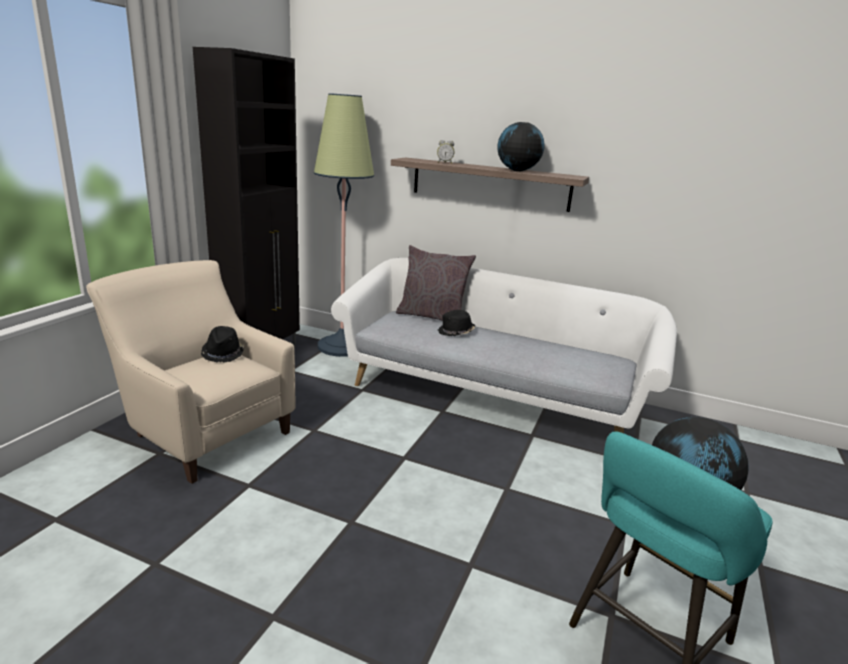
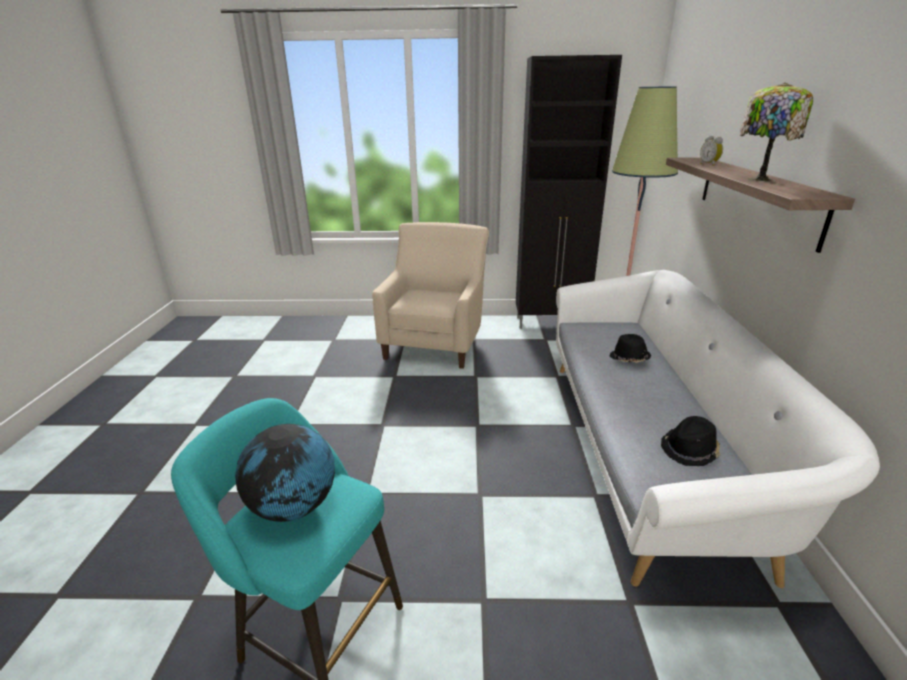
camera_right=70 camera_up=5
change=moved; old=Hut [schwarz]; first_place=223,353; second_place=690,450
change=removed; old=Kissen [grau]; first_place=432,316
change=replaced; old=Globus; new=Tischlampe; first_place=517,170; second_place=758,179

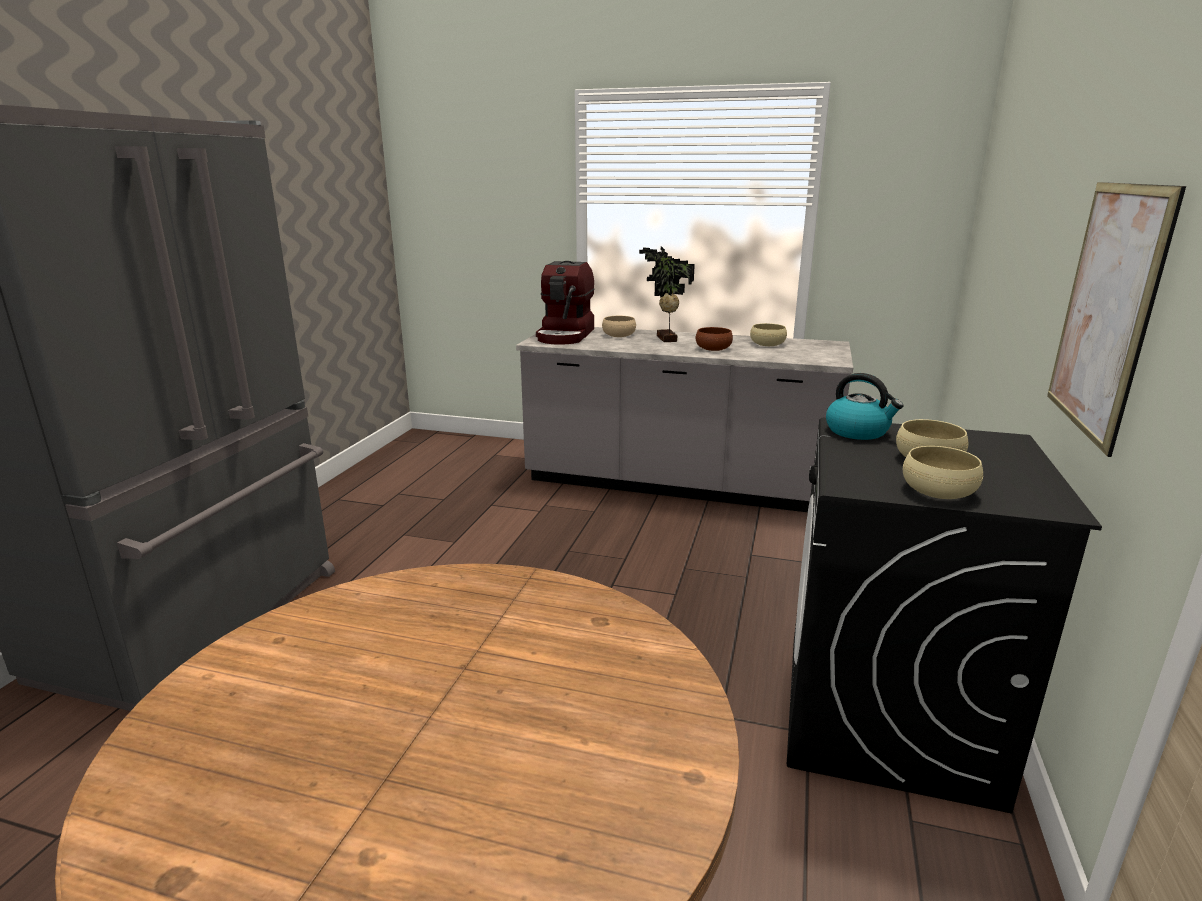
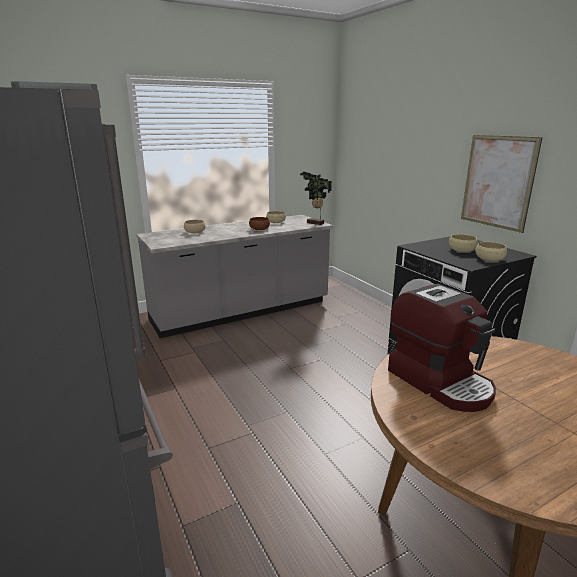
camera_right=-45 camera_up=0
change=moved; old=Kaffeemaschine; first_place=566,335; second_place=440,381
change=moved; old=Topfpflanze; first_place=665,339; second_place=315,223
change=removed; old=Wasserkessel; first_place=858,431

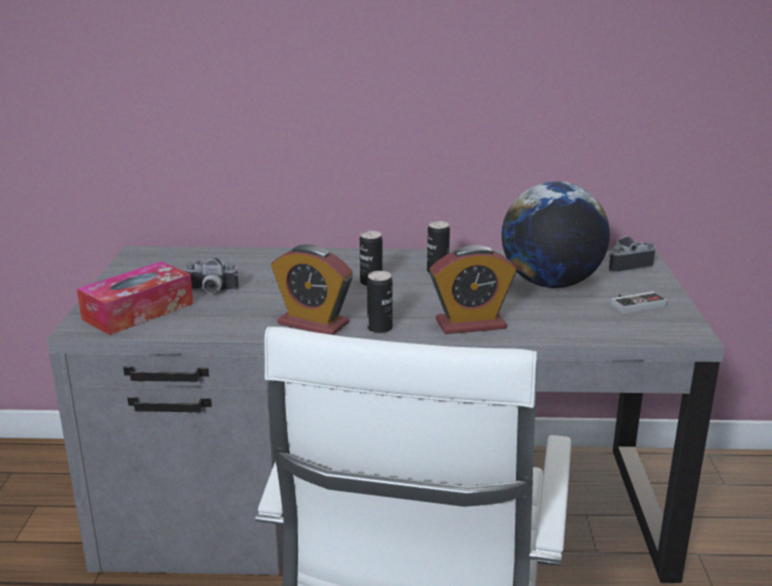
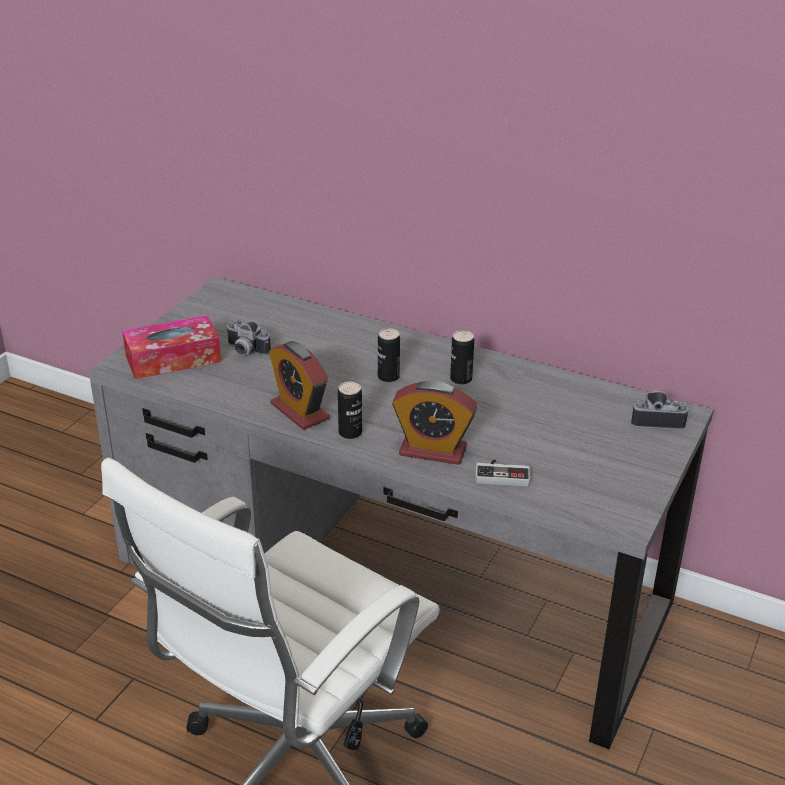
camera_right=25 camera_up=10
change=removed; old=Globus; first_place=550,283
change=moved; old=Gamepad; first_place=634,304; second_place=502,474

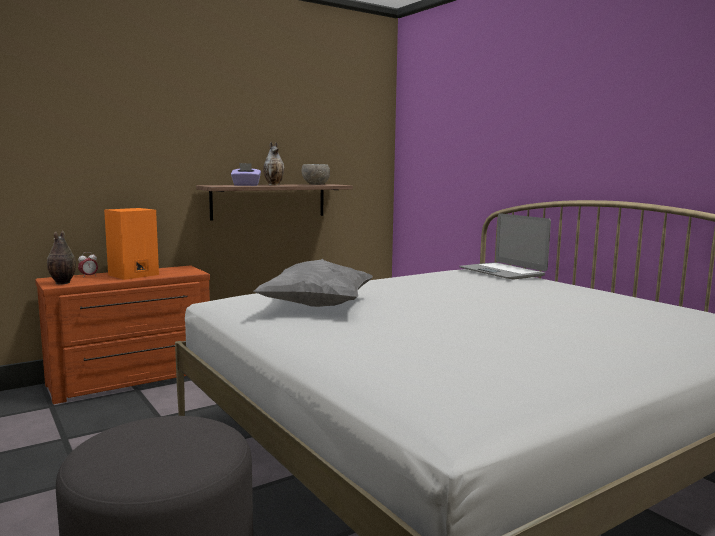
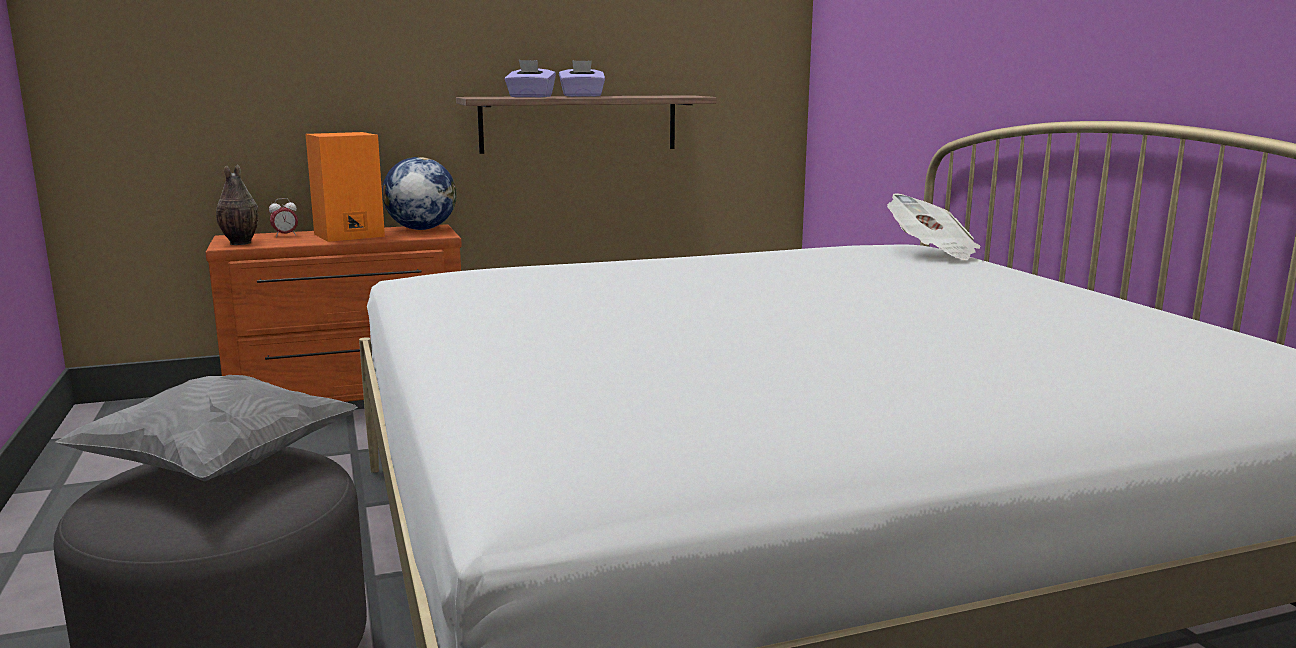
camera_right=15 camera_up=5
change=moved; old=Kissen [grau]; first_place=316,306; second_place=219,467
change=replaced; old=Vase; new=Taschentuchbox [lila]; first_place=274,185; second_place=582,96
change=removed; old=Schüssel [grau]; first_place=316,184
change=replaced; old=Laptop; new=Zeitung; first_place=502,272; second_place=932,252
change=added; new=Globus; second_place=421,229

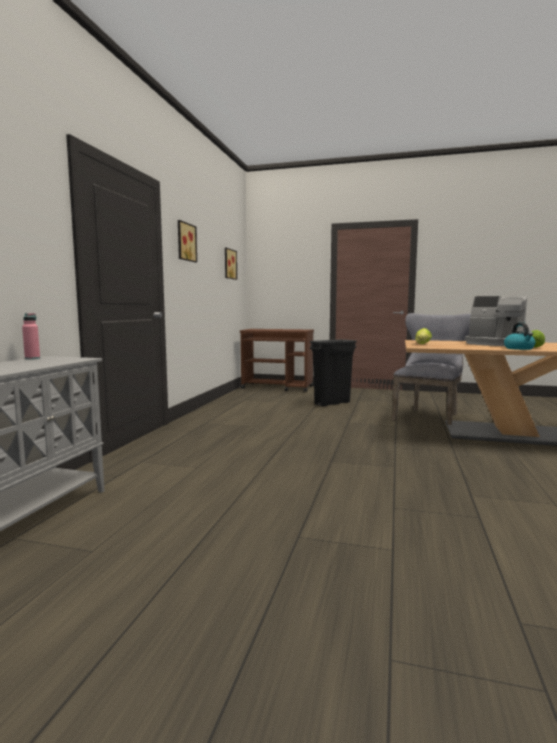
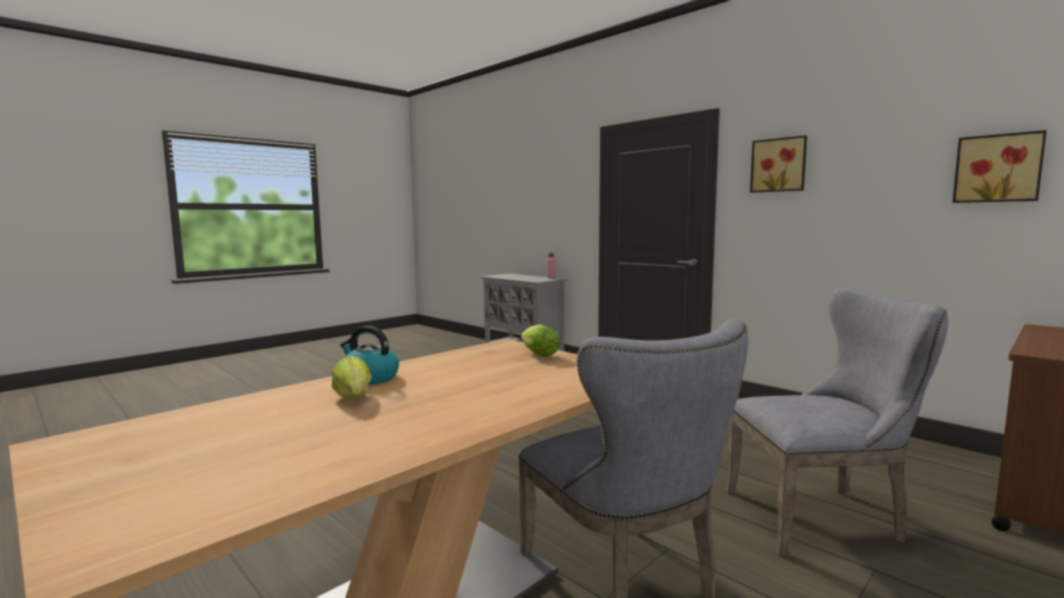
camera_right=120 camera_up=0
change=replaced; old=Mülleimer [schwarz]; new=Stuhl [grau]; first_place=332,403; second_place=822,517
change=removed; old=Kaffeemaschine; first_place=494,344

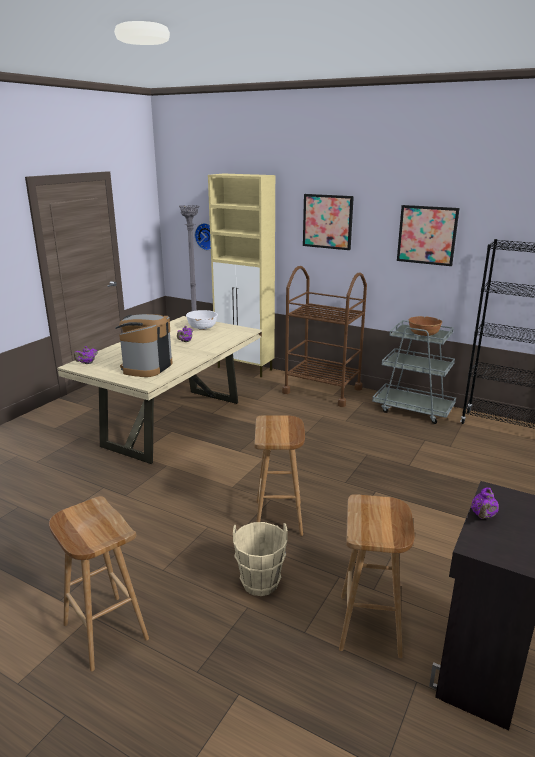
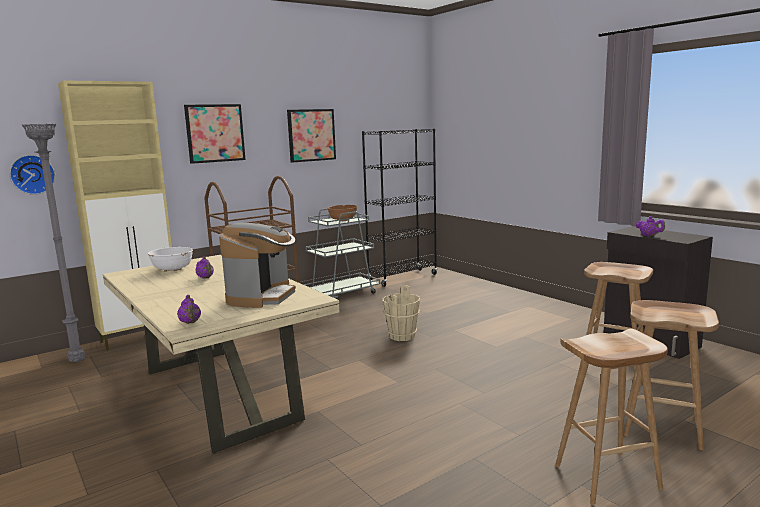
camera_right=-65 camera_up=-10
change=turned; old=Kaffeemaschine; first_place=146,367; second_place=262,297; degrees=-120
change=moved; old=Eimer [beige]; first_place=260,583; second_place=402,336
change=moved; old=Hocker [braun]; first_place=279,518; second_place=663,428

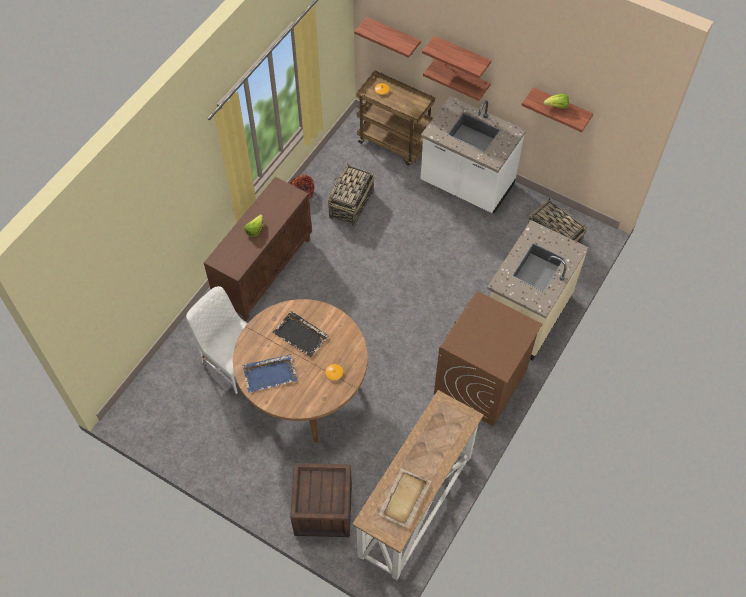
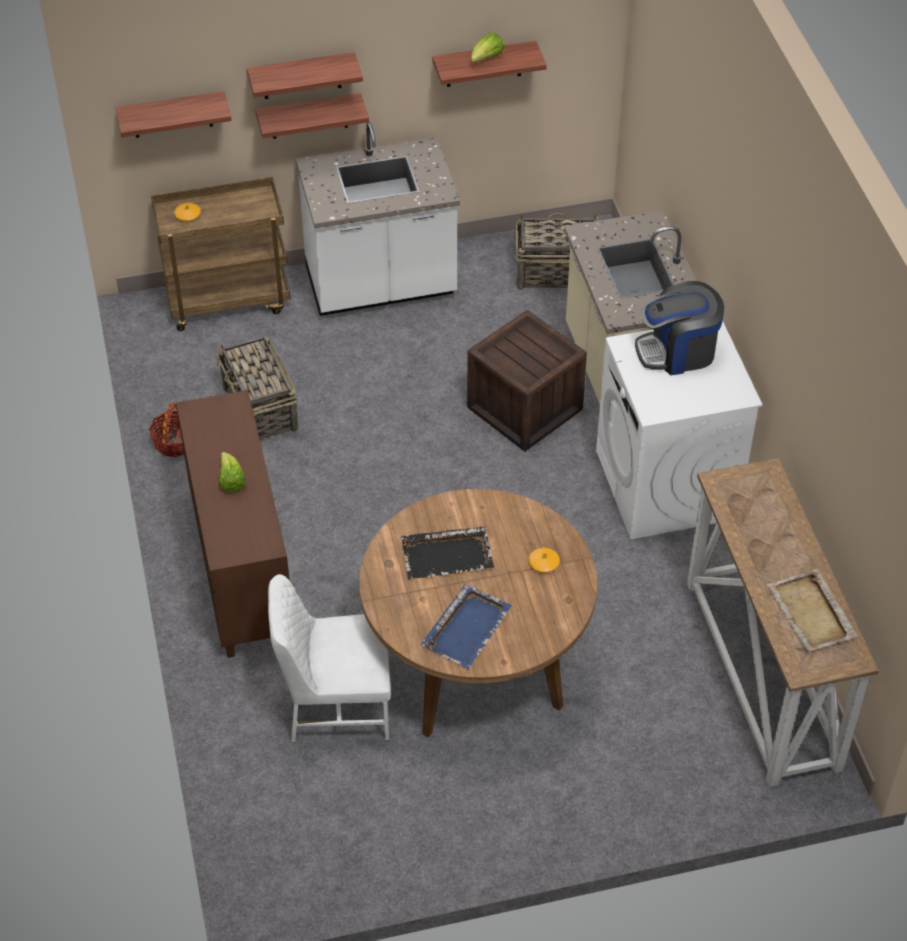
camera_right=-45 camera_up=-10
change=moved; old=Kiste; first_place=323,509; second_place=524,408
change=recoloured; old=Waschmaschine [braun]; new=Waschmaschine [weiß]; first_place=480,383; second_place=666,485
change=added; new=Kaffeemaschine; second_place=678,351

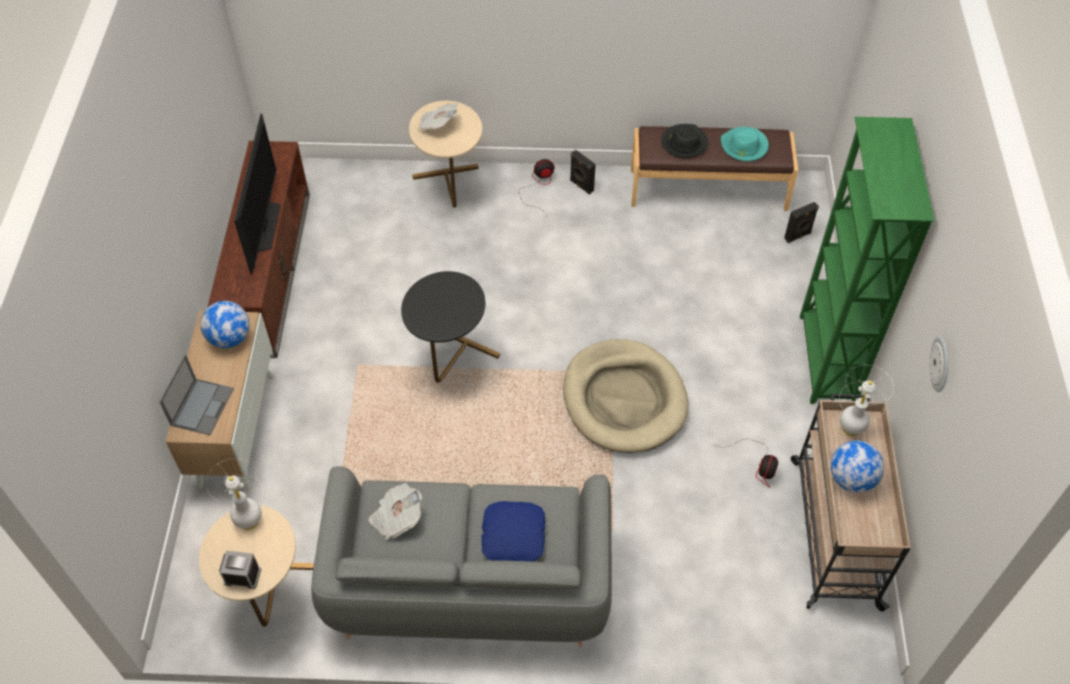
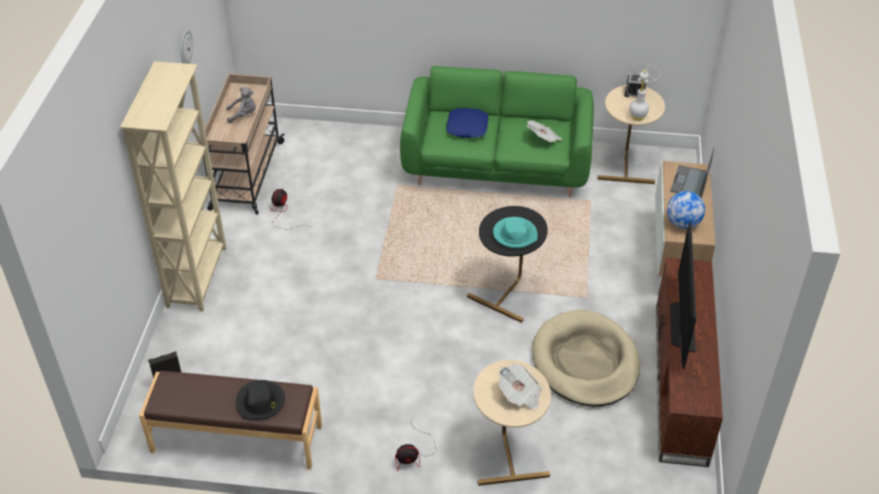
camera_right=-175 camera_up=-10
change=recoloured; old=Sofa [grau]; new=Sofa [grün]; first_place=469,582; second_place=496,166
change=moved; old=Hundebett [beige]; first_place=624,399; second_place=585,362
change=removed; old=Lautsprecher [schwarz]; first_place=581,186
change=moved; old=Hut [türkis]; first_place=744,146; second_place=515,234
change=recoloured; old=Bücherregal [grün]; new=Bücherregal [beige]; first_place=826,360; second_place=198,276
change=replaced; old=Globus; new=Plüschtier [grau]; first_place=851,479; second_place=243,115
change=removed; old=Tischlampe [weiß]; first_place=851,427

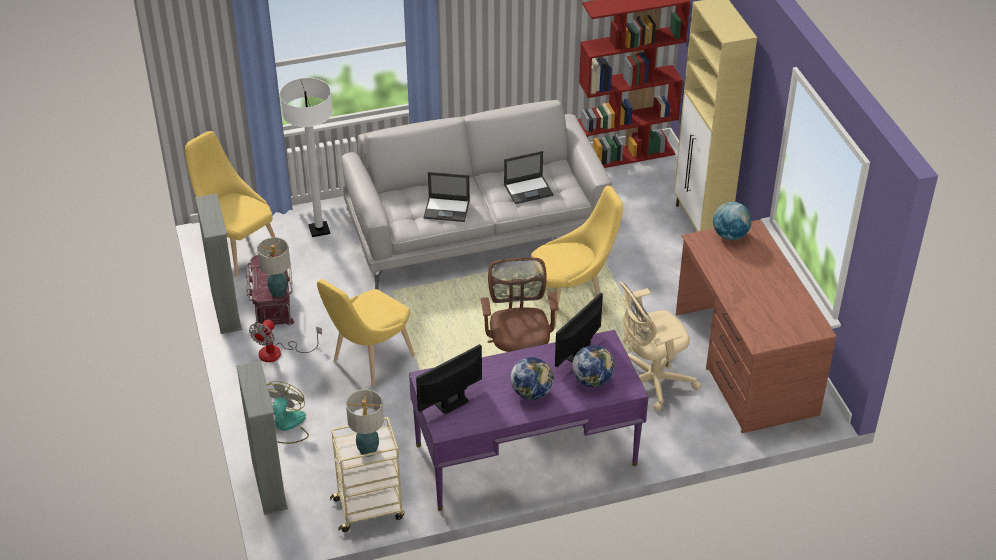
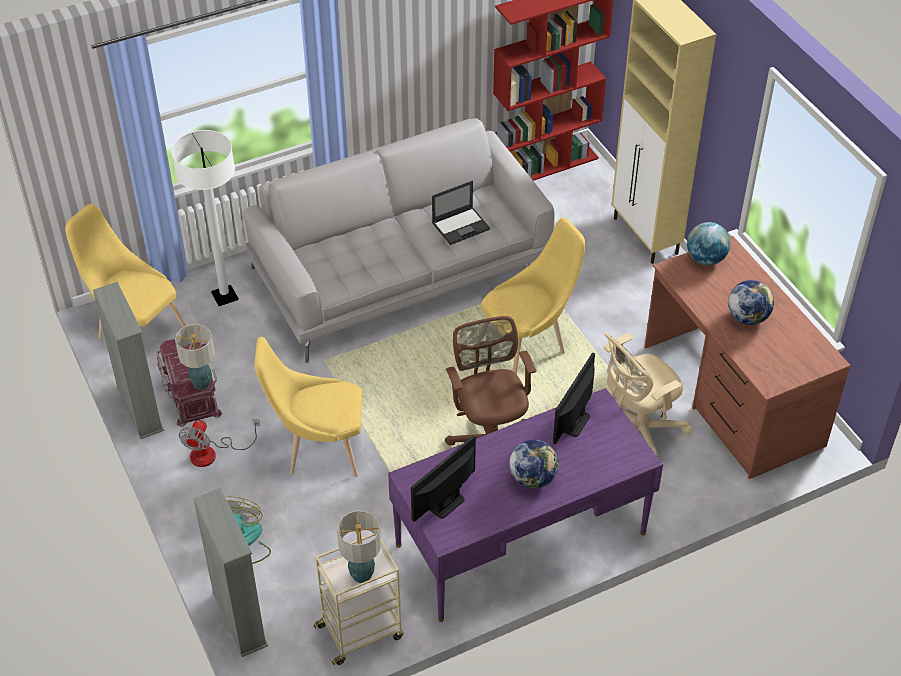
camera_right=-10 camera_up=5
change=turned; old=Stuhl [gelb]; first_place=369,361; second_place=318,449; degrees=60
change=removed; old=Laptop; first_place=447,209
change=moved; old=Globus; first_place=592,380; second_place=747,317

